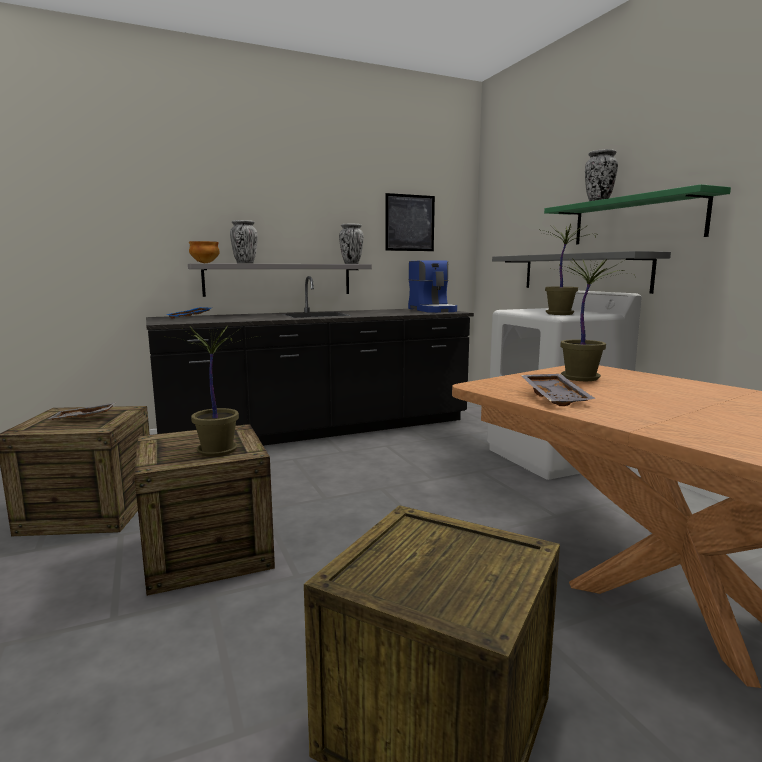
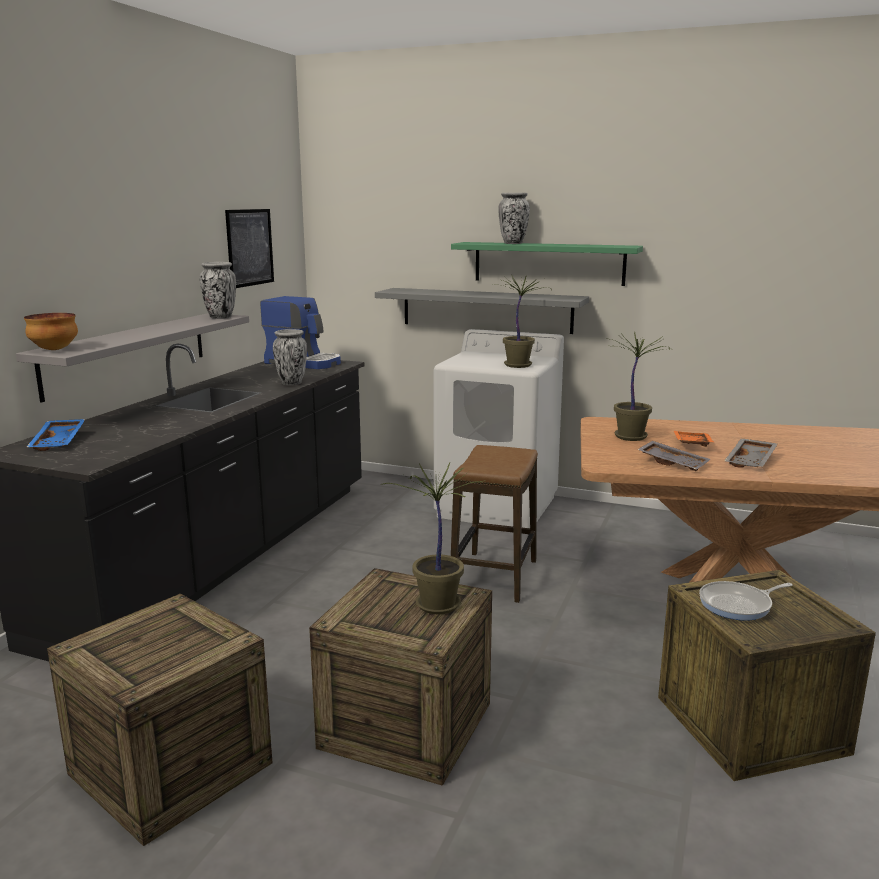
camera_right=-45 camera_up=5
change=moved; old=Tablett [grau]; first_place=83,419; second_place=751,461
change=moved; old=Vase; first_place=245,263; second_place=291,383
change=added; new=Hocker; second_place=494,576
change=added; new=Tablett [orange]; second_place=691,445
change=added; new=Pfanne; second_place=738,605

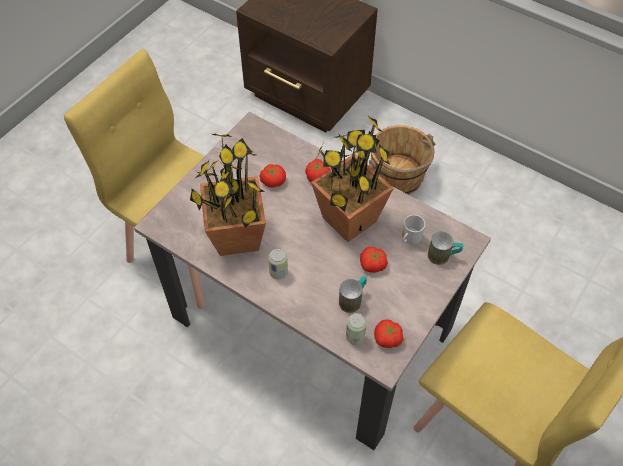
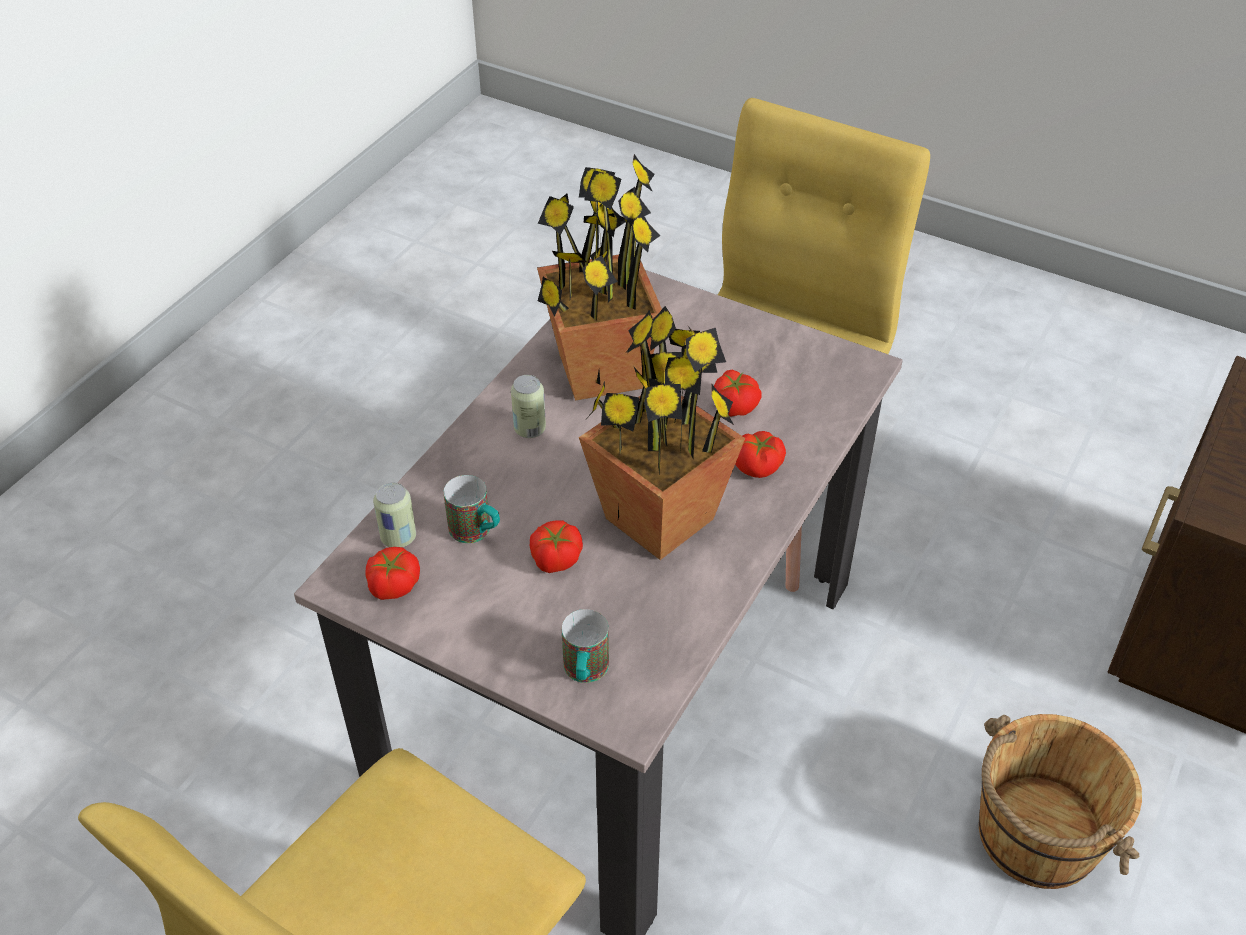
camera_right=85 camera_up=-10
change=removed; old=Henkelbecher; first_place=409,239

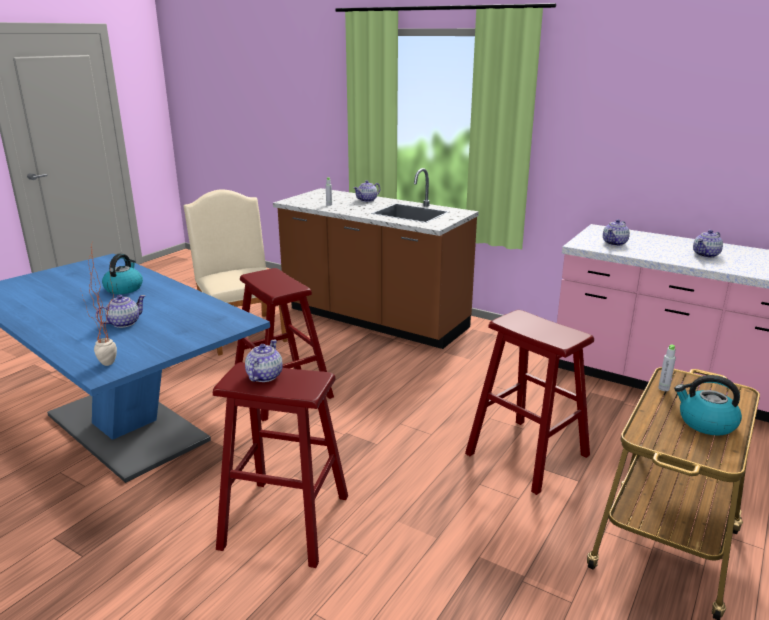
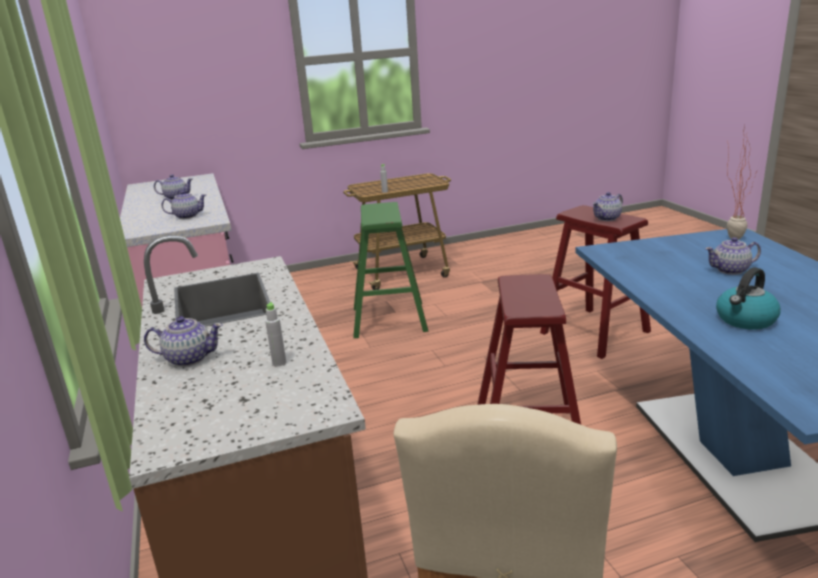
camera_right=-140 camera_up=0
change=recoloured; old=Hocker [rot]; new=Hocker [grün]; first_place=527,454; second_place=389,319
change=removed; old=Wasserkessel; first_place=706,423

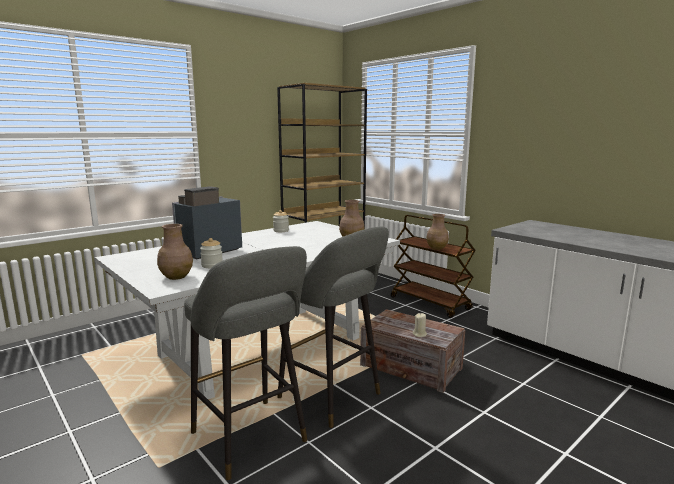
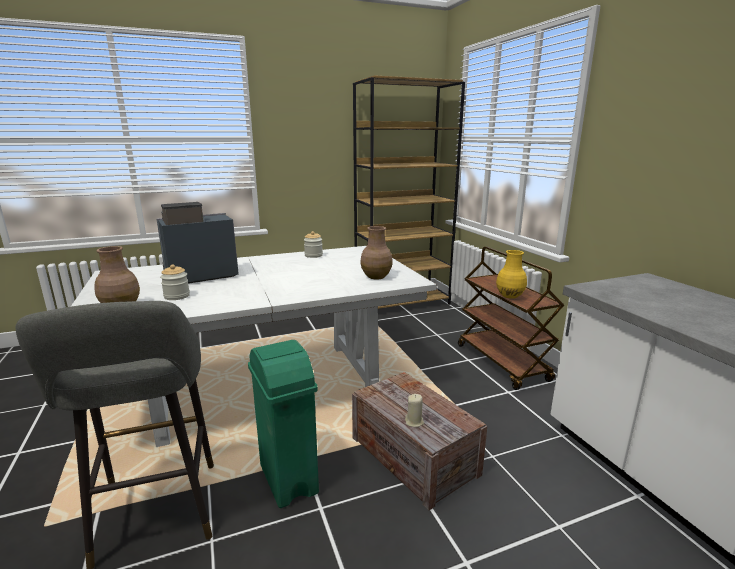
camera_right=20 camera_up=5
change=replaced; old=Hocker [grau]; new=Mülleimer [grün]; first_place=334,397; second_place=288,480
change=recoloured; old=Vase [braun]; new=Vase [gelb]; first_place=437,248; second_place=510,296

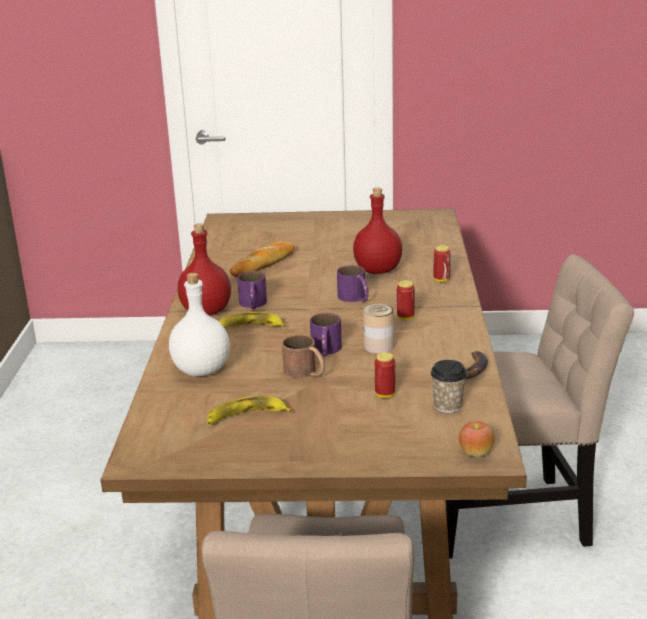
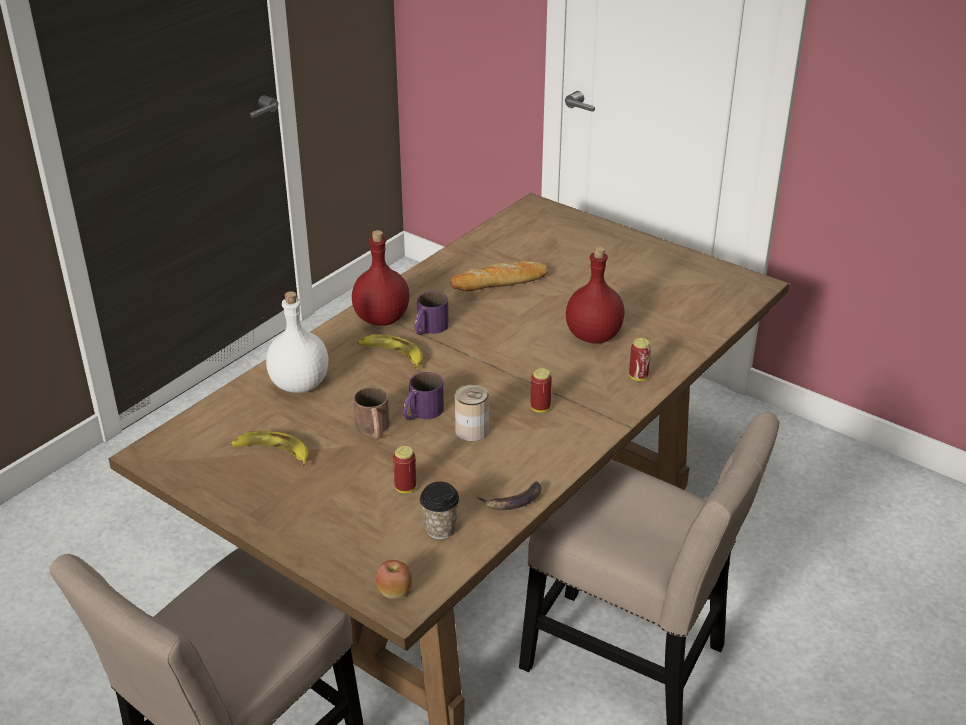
camera_right=35 camera_up=10
change=removed; old=Henkelbecher [lila]; first_place=355,298

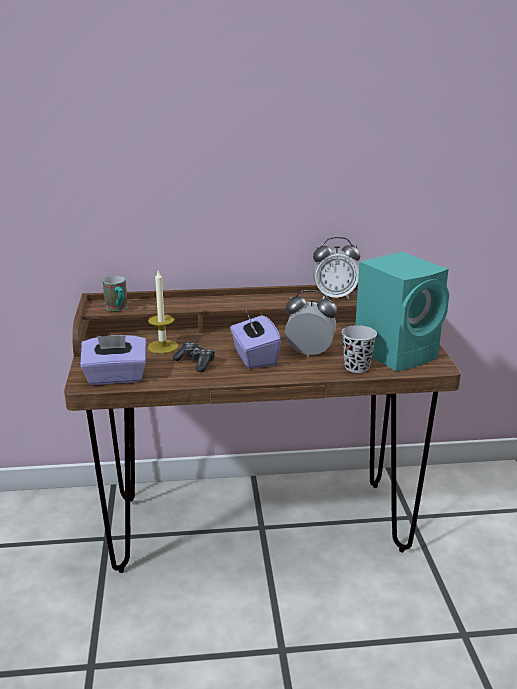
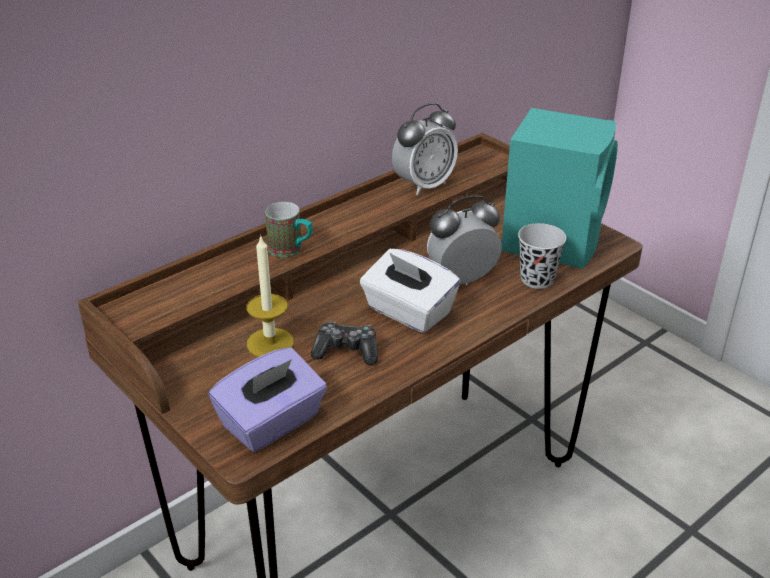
camera_right=-35 camera_up=10
change=moved; old=Henkelbecher; first_place=118,309; second_place=291,250
change=recoloured; old=Taschentuchbox [lila]; new=Taschentuchbox [weiß]; first_place=254,357; second_place=408,312

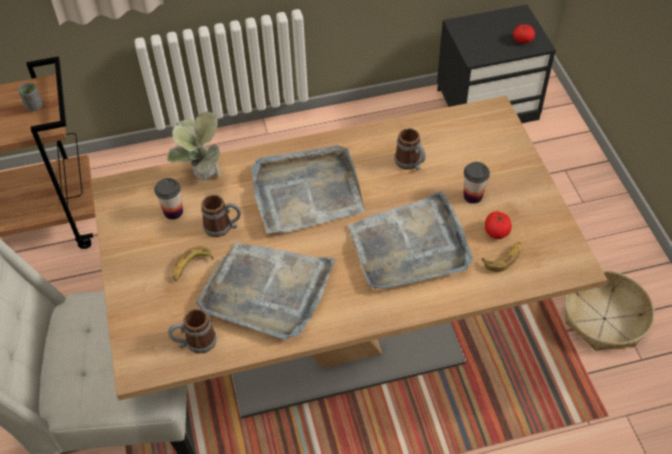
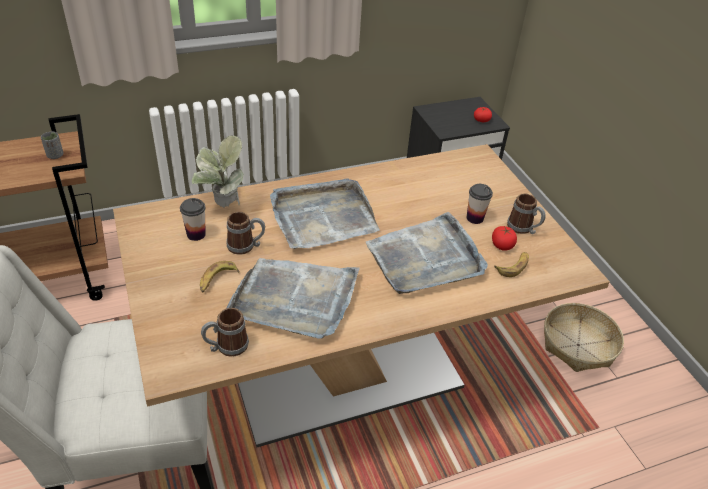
camera_right=-10 camera_up=-10
change=moved; old=Henkelbecher; first_place=411,163; second_place=523,229

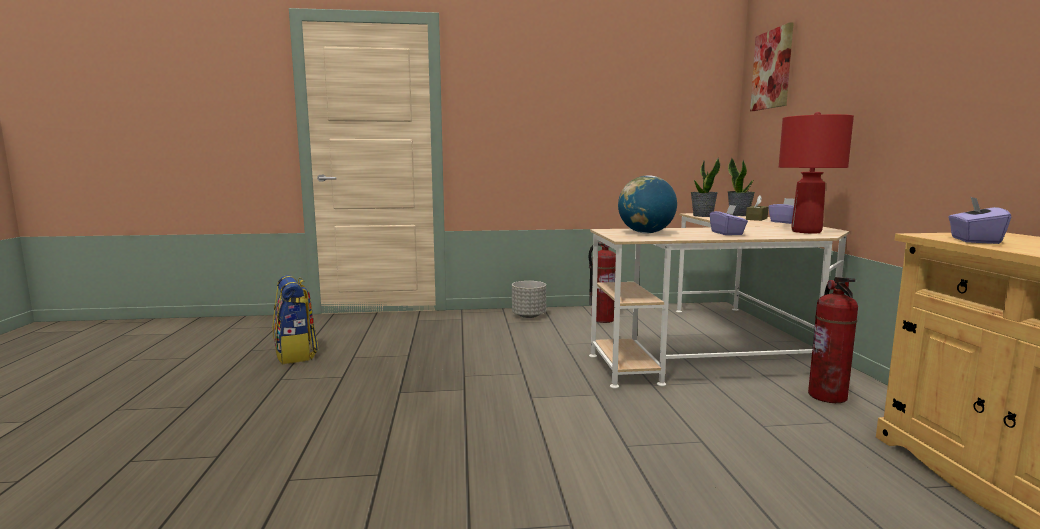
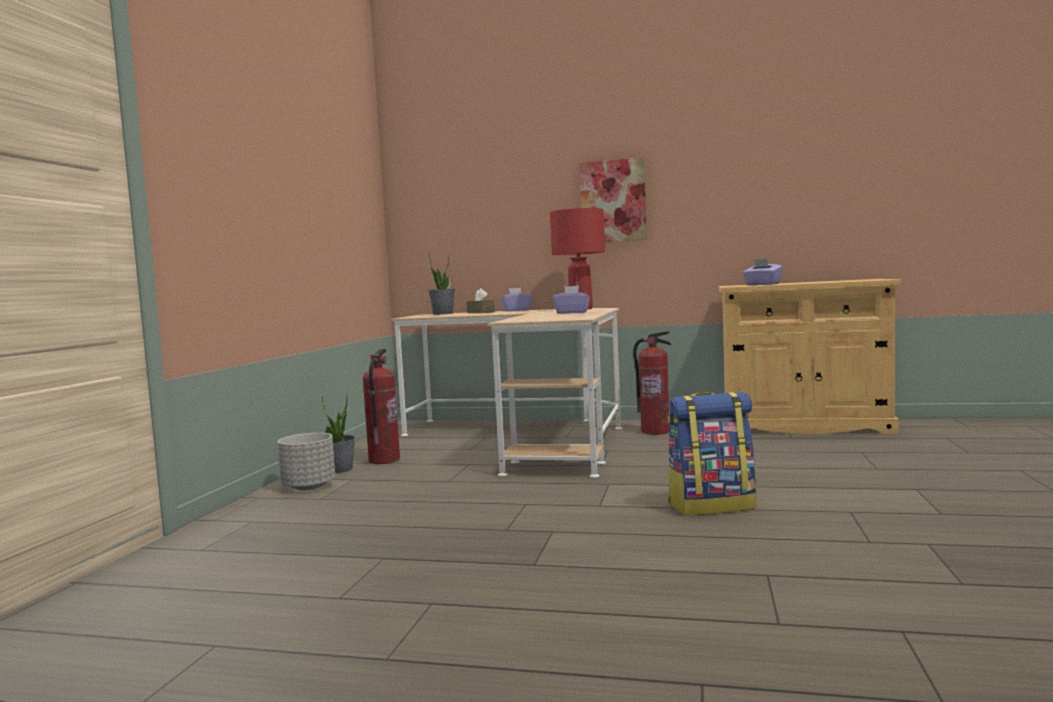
camera_right=-70 camera_up=-5
change=moved; old=Rucksack; first_place=296,354; second_place=711,505
change=removed; old=Globus; first_place=646,233
change=moved; old=Topfpflanze; first_place=702,216; second_place=340,469
change=moved; old=Bild; first_place=772,69; second_place=613,201

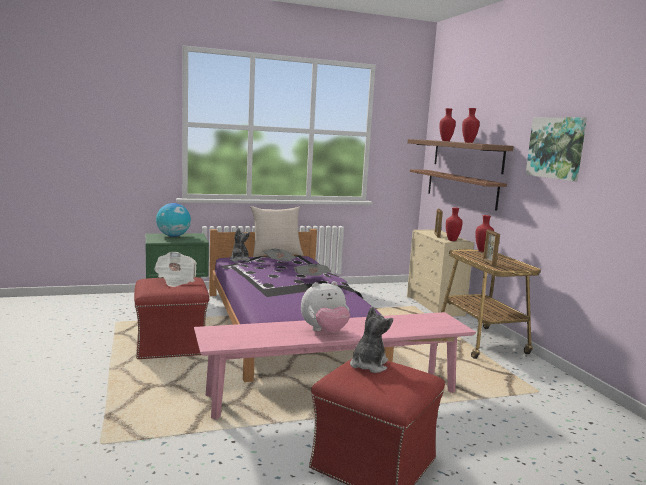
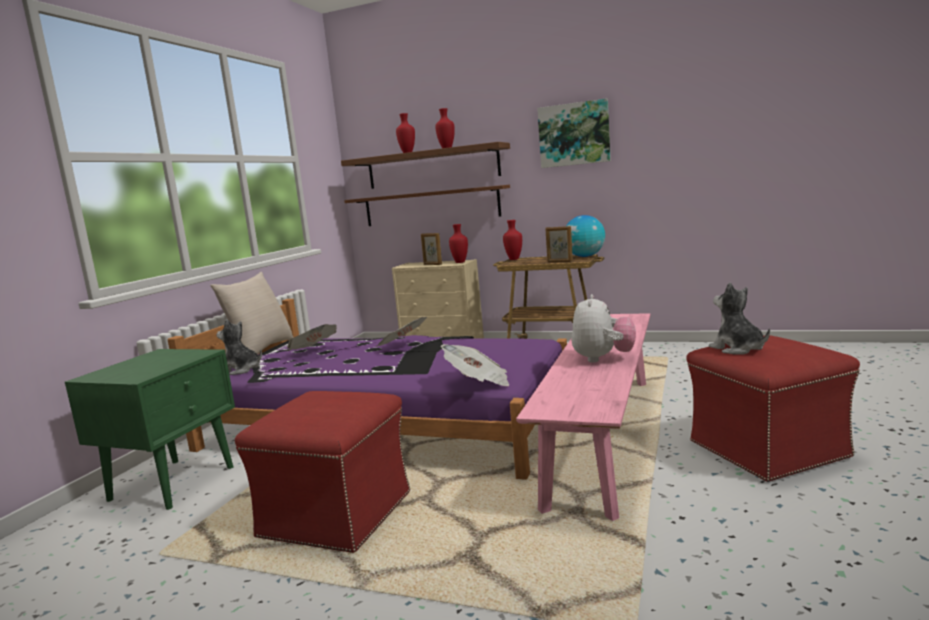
camera_right=-50 camera_up=0
change=moved; old=Zeitung; first_place=176,280; second_place=478,382
change=moved; old=Globus; first_place=173,236; second_place=585,256

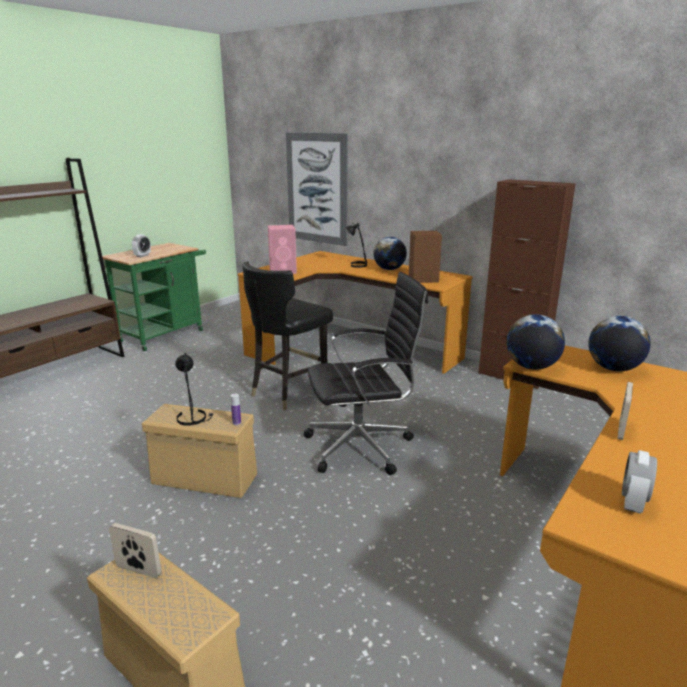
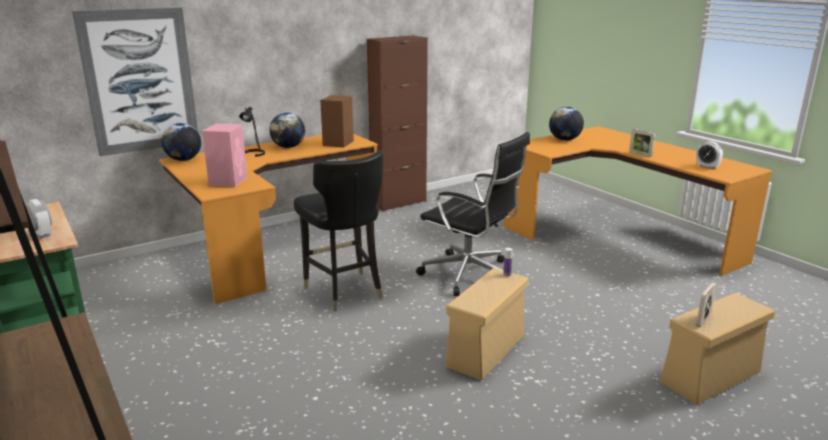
camera_right=-70 camera_up=0
change=removed; old=Tischlampe [schwarz]; first_place=193,418
change=turned; old=Bürostuhl [schwarz]; first_place=362,446; second_place=470,275; degrees=120
change=moved; old=Globus; first_place=531,367; second_place=184,160

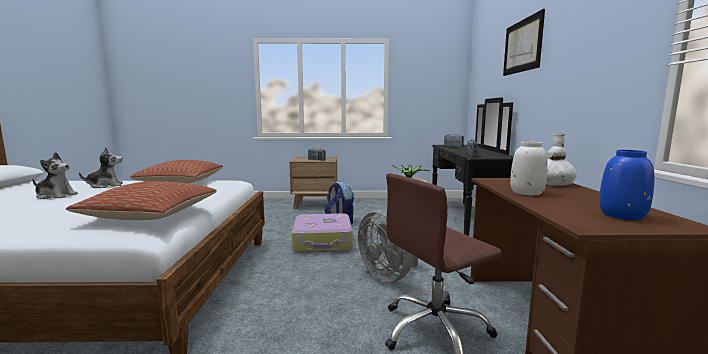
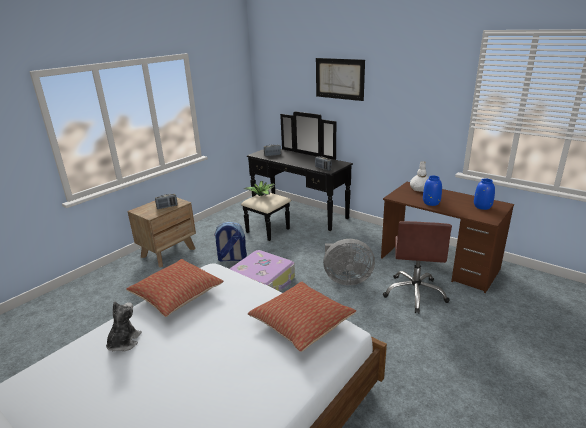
camera_right=-50 camera_up=15
change=removed; old=Plüschtier; first_place=56,196
change=recoloured; old=Vase [weiß]; new=Vase [blau]; first_place=527,192; second_place=431,203

